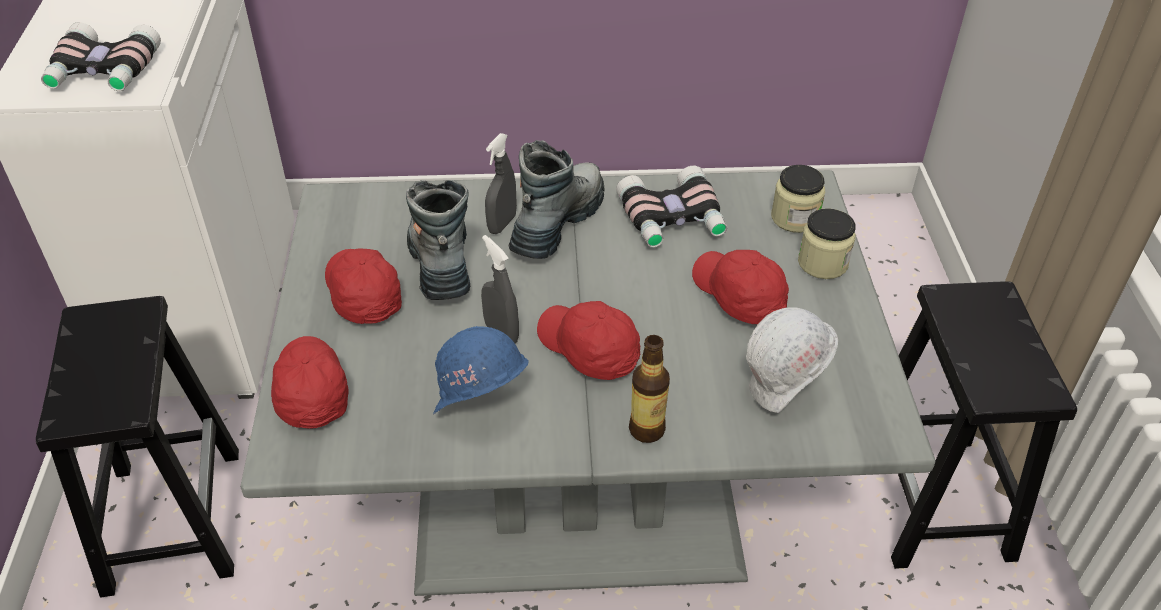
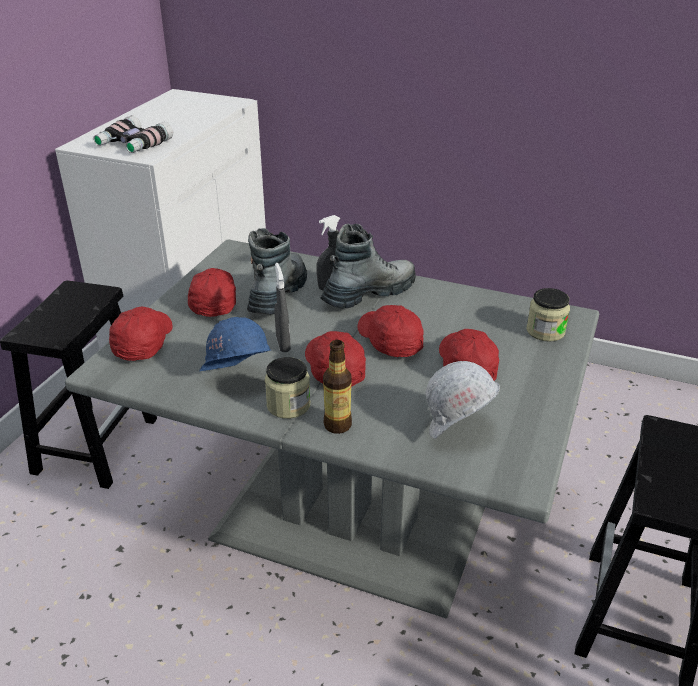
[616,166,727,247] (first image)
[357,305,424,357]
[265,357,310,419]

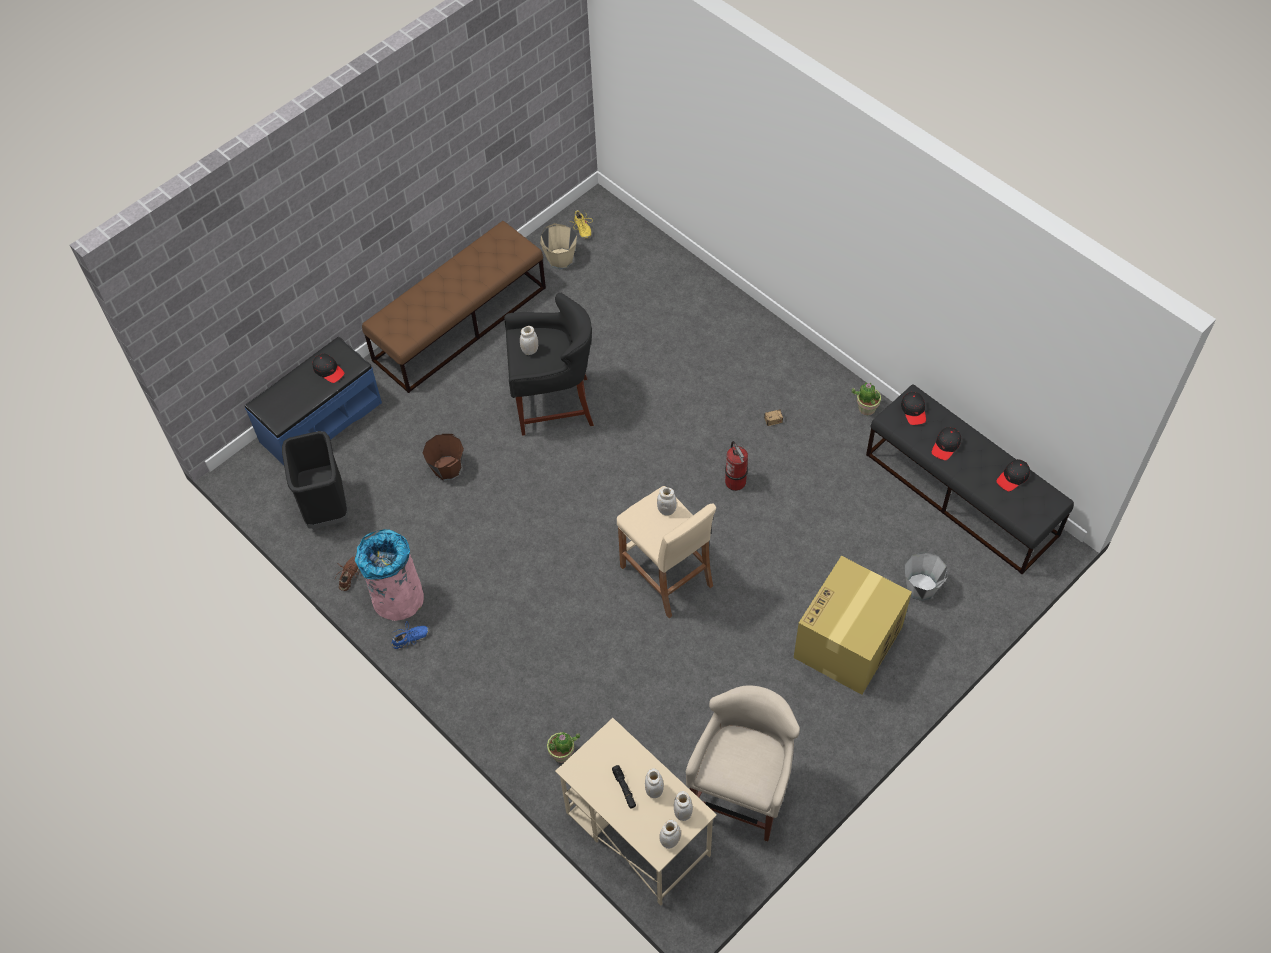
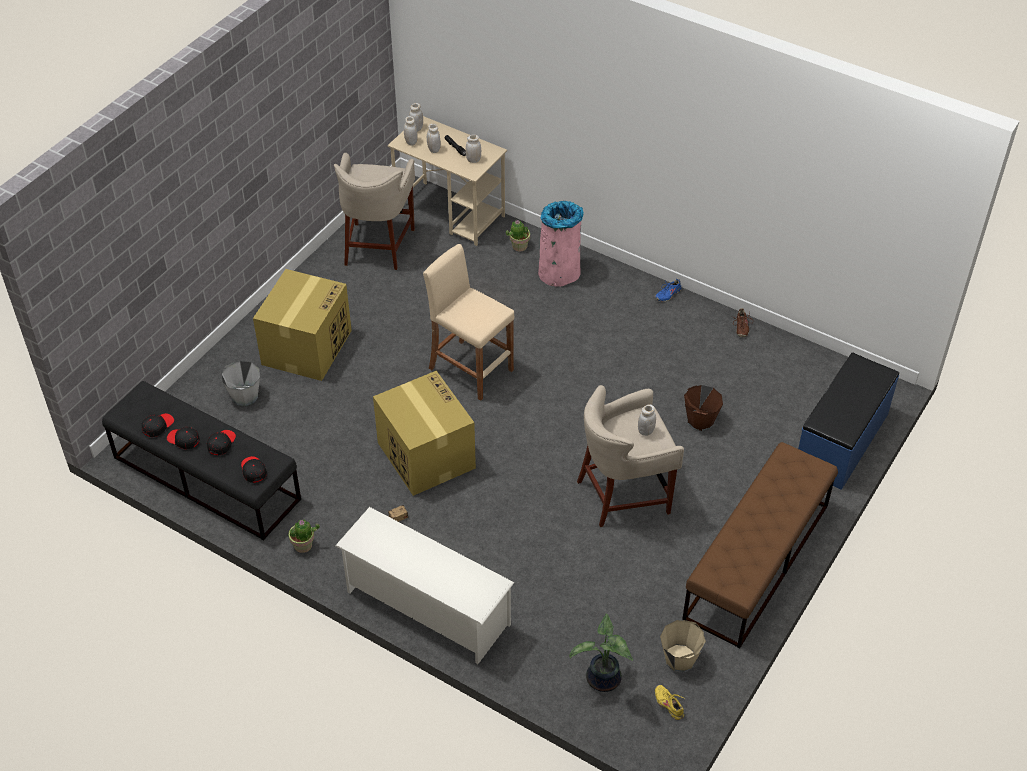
[282,431,348,529] (first image)
[335,507,514,664]
[569,613,633,692]
[167,427,200,449]
[538,201,584,287]
[466,135,481,163]
[373,371,476,496]
[577,385,684,527]

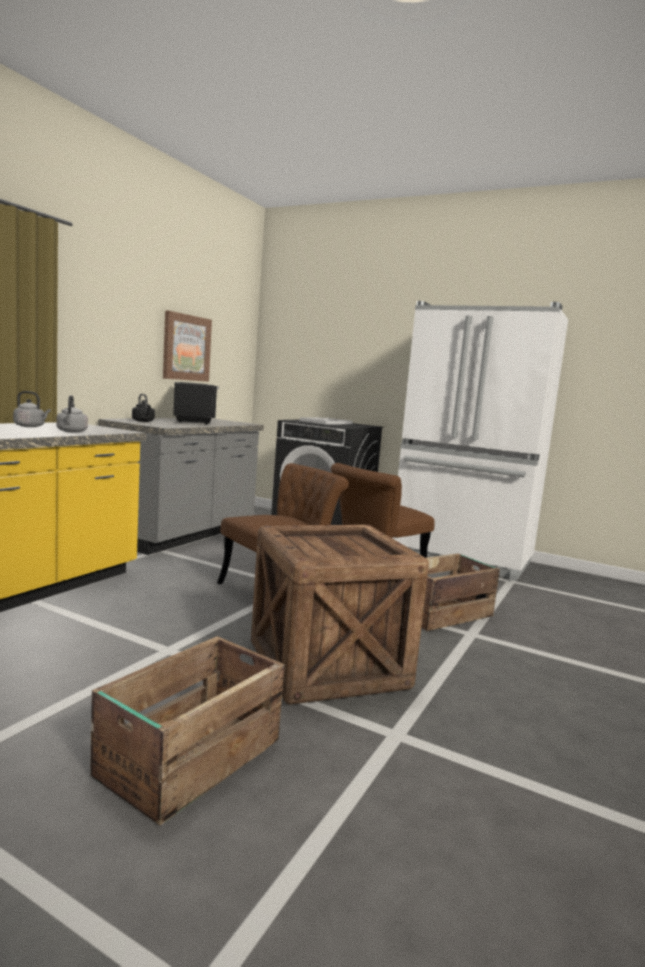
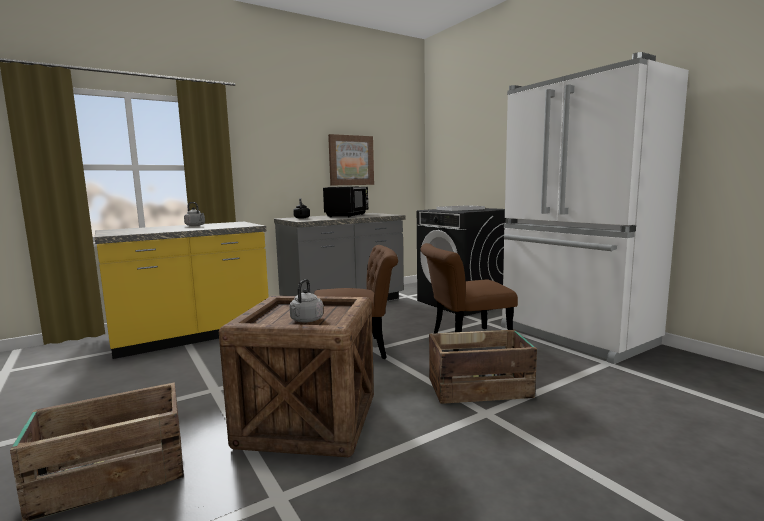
[289,279,324,323]

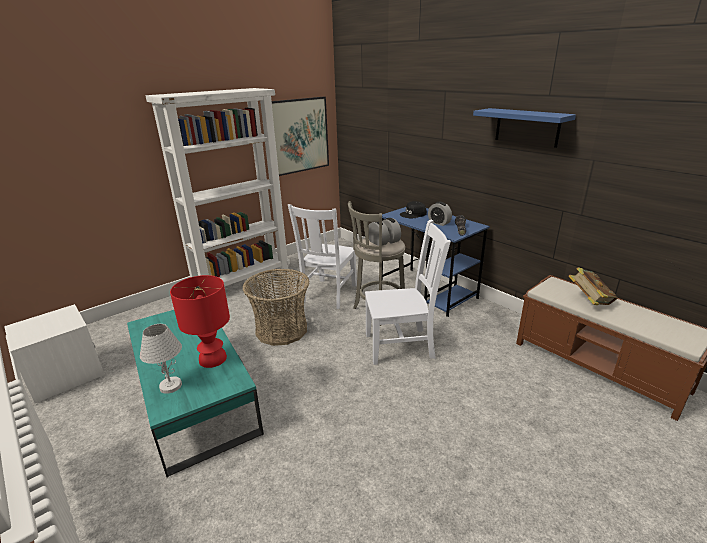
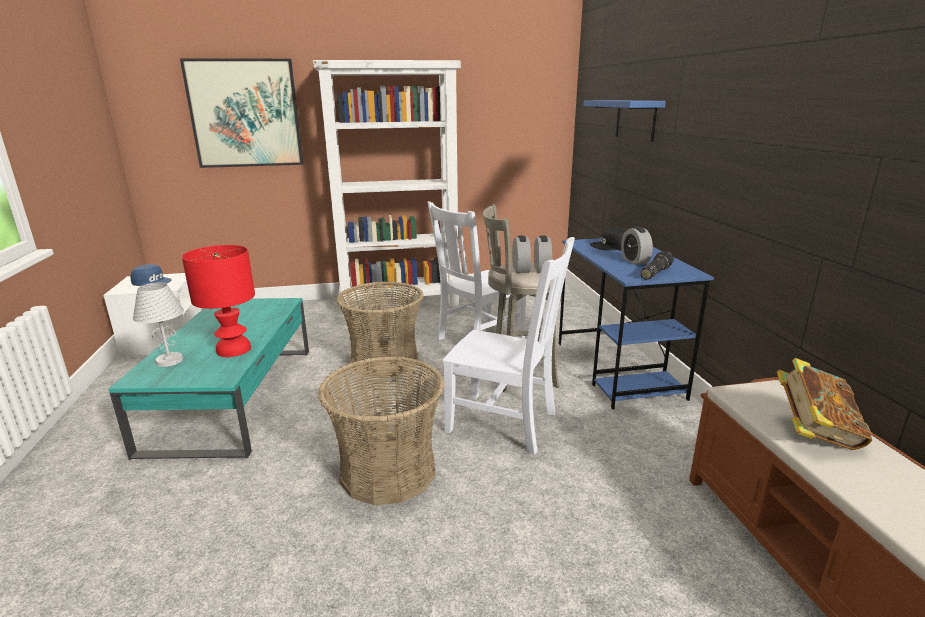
[131,264,172,286]
[318,356,445,505]
[180,58,303,168]
[583,100,666,142]

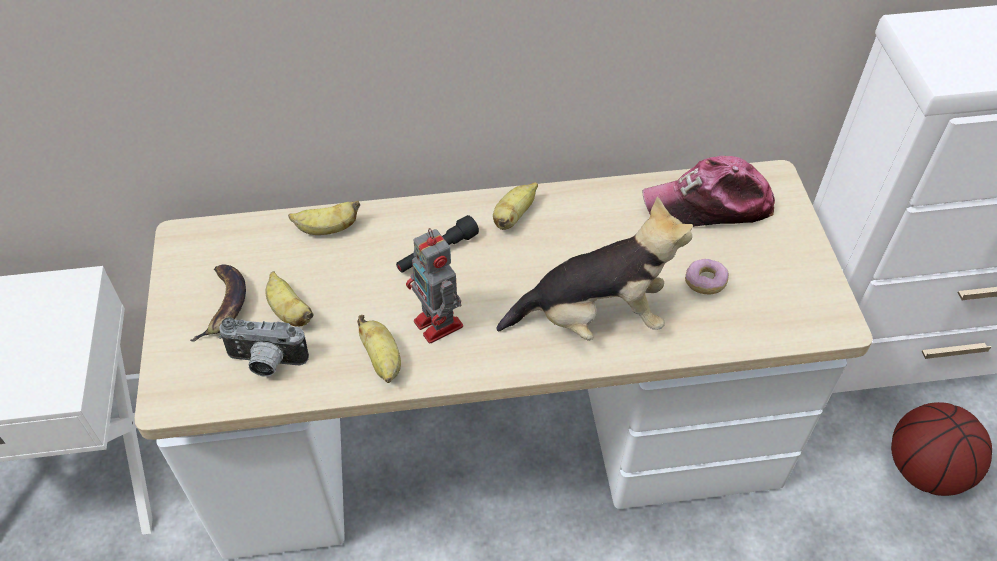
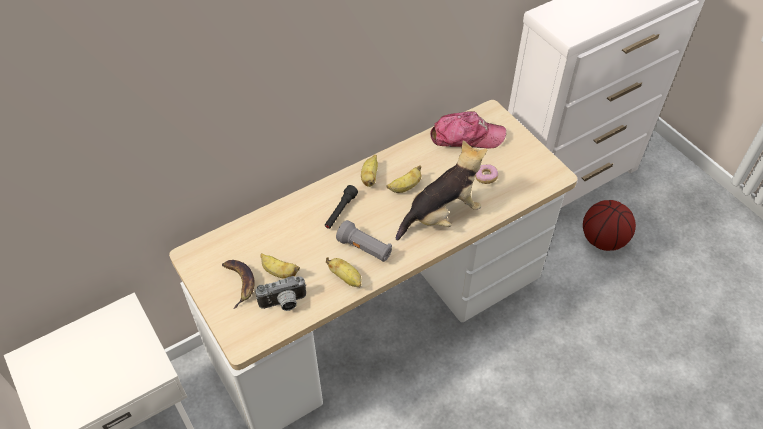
[386,165,421,193]
[336,220,392,262]
[430,111,506,149]

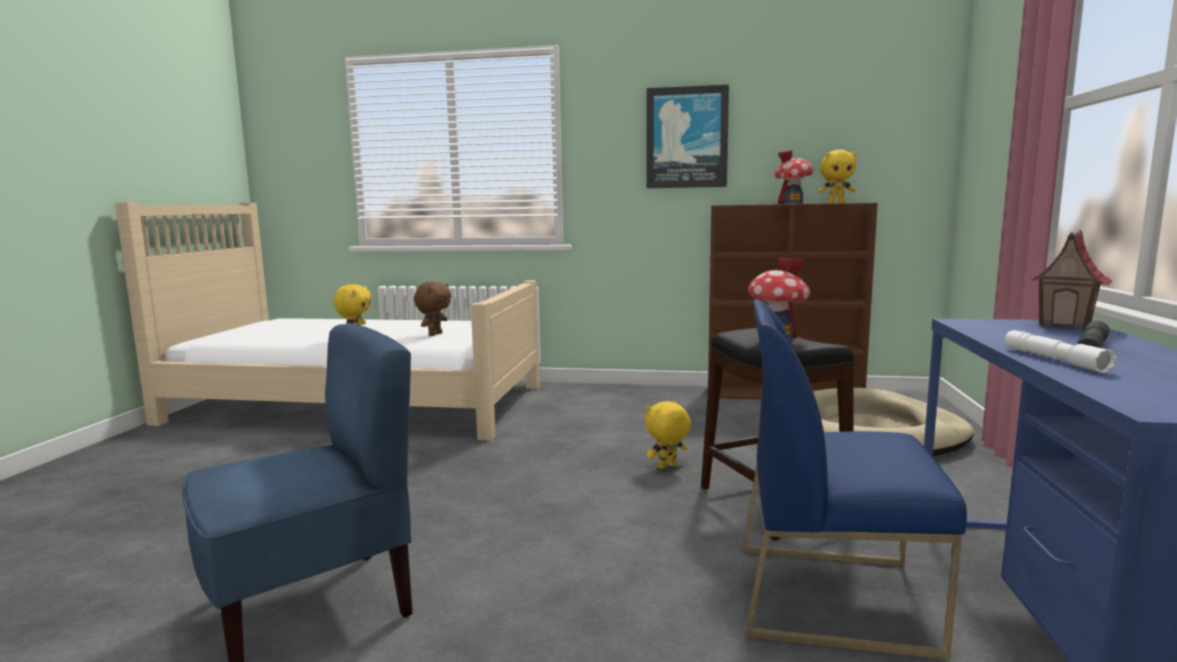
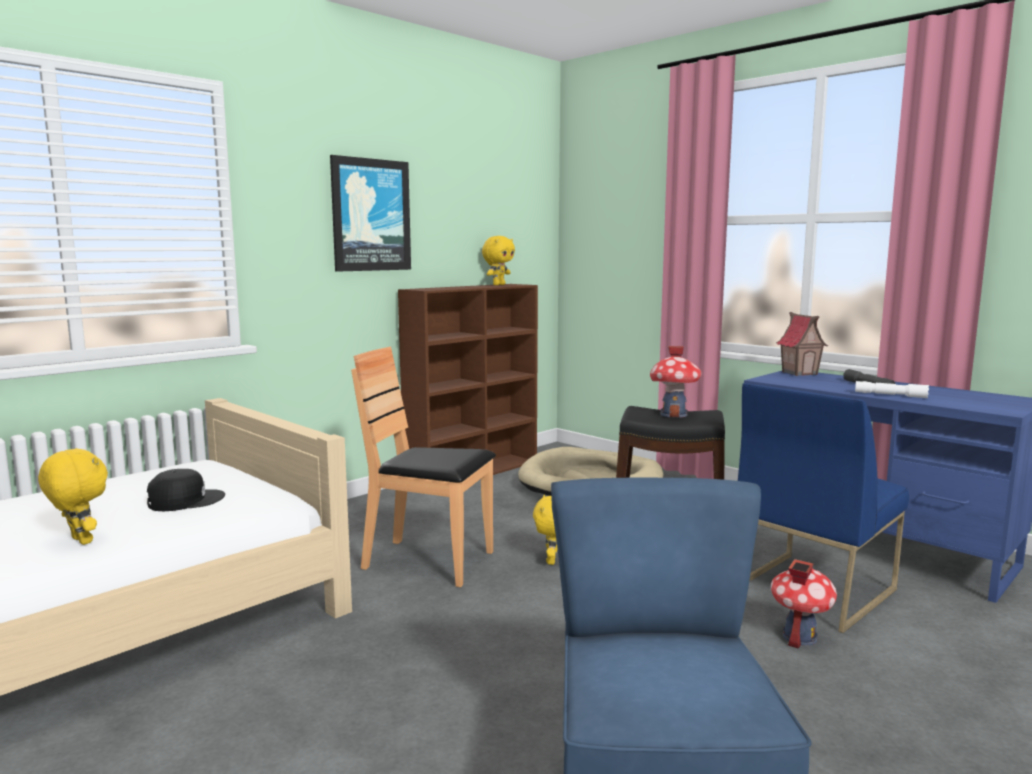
[351,347,496,587]
[771,559,837,649]
[147,469,225,511]

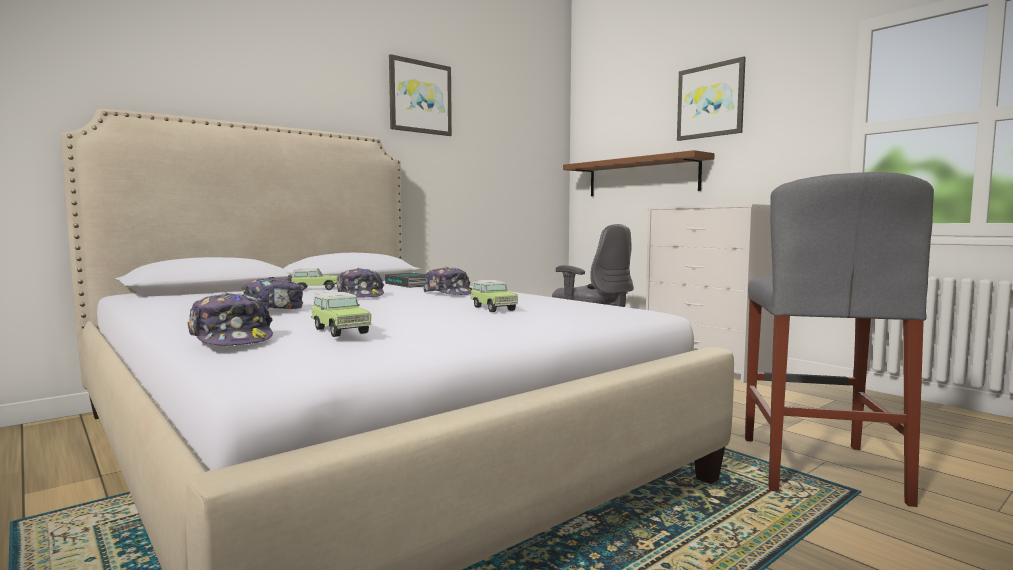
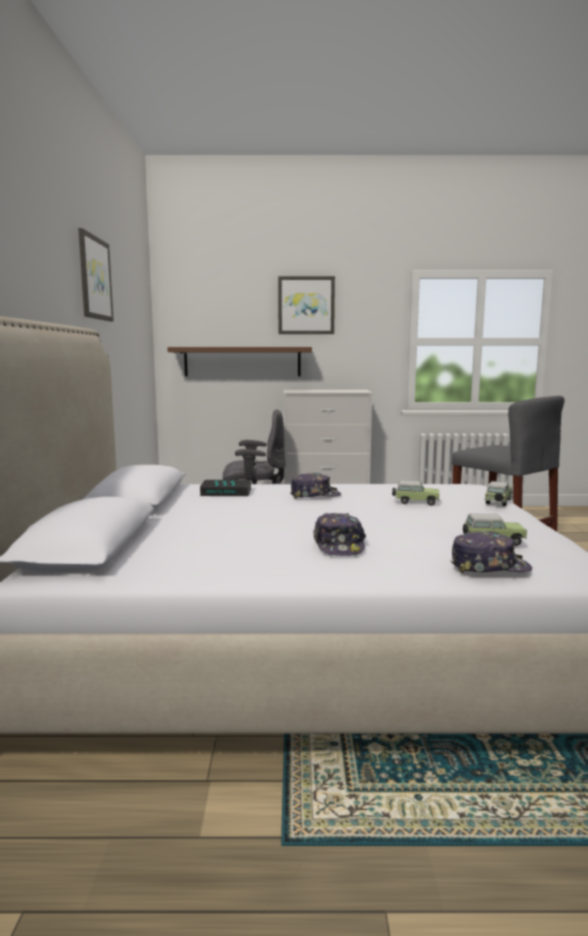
[337,268,384,297] (first image)
[484,481,512,506]

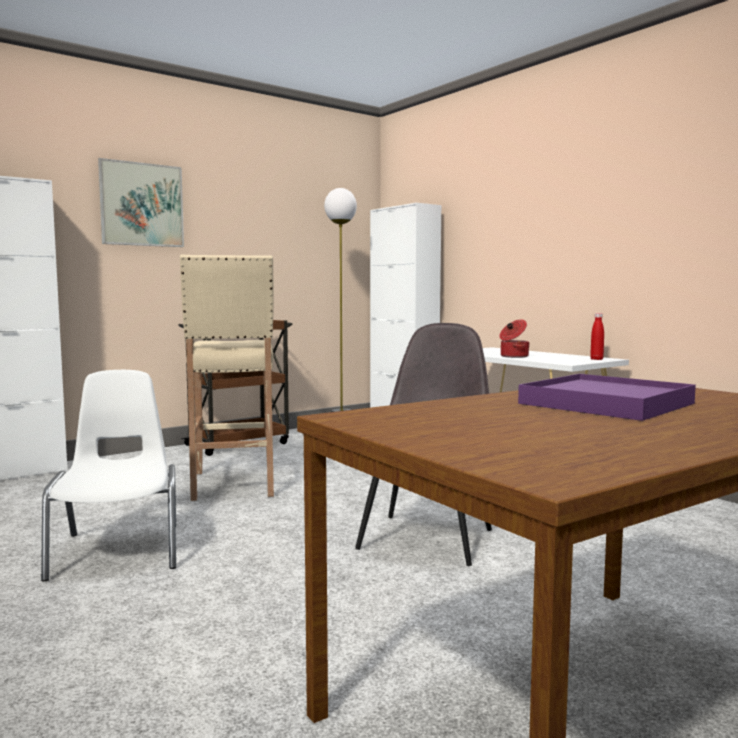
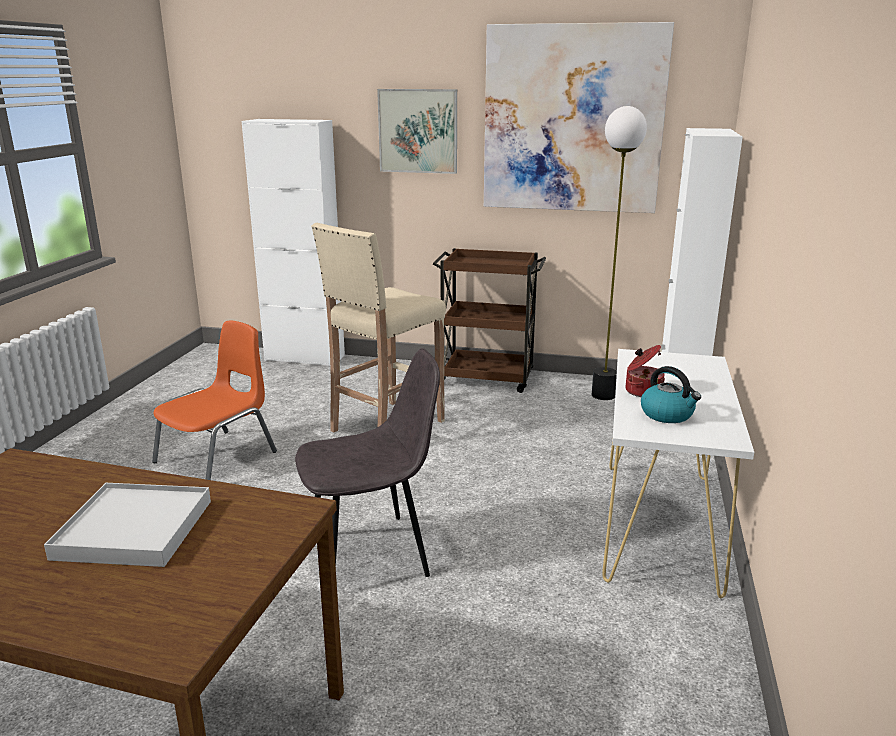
[590,313,604,360] (first image)
[484,22,674,213]
[641,366,701,423]
[152,320,277,480]
[44,483,211,567]

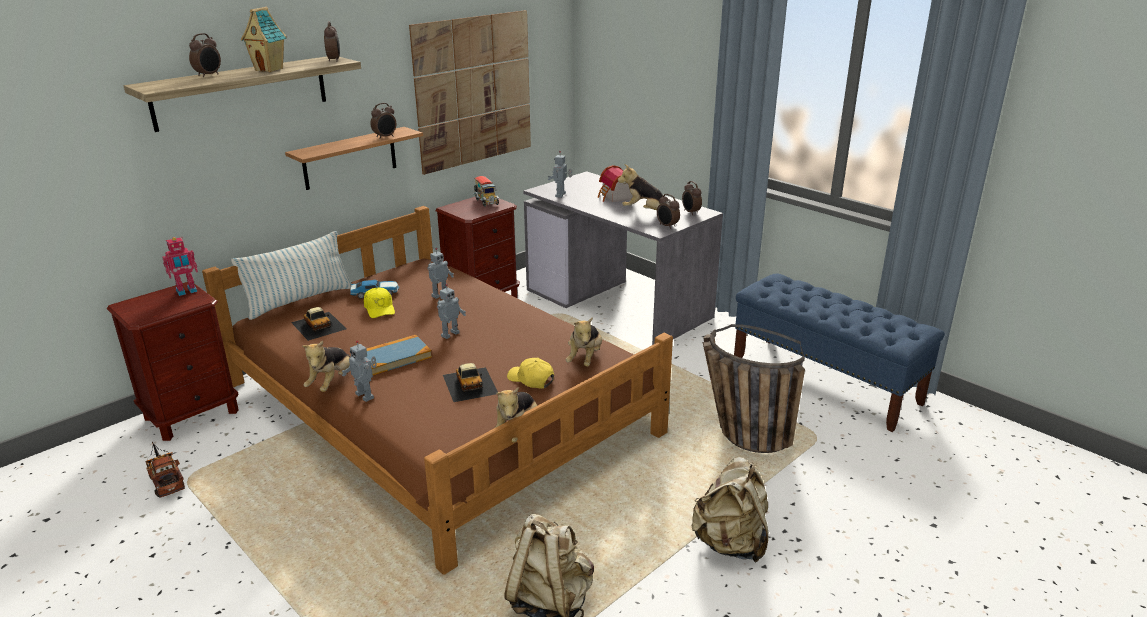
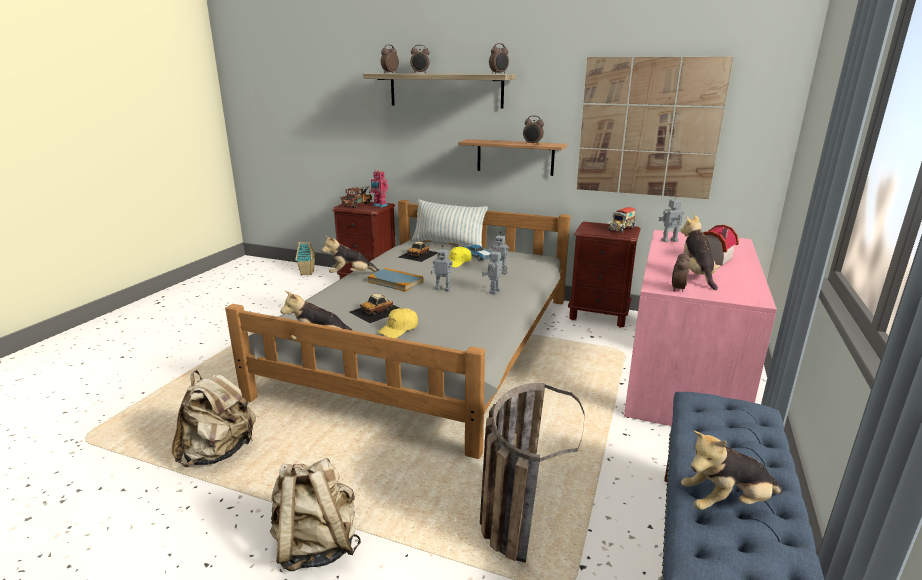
[340,186,372,208]
[295,242,316,275]
[482,247,508,295]
[681,431,783,510]
[381,45,399,73]
[225,200,570,459]
[624,230,777,426]
[378,308,418,338]

